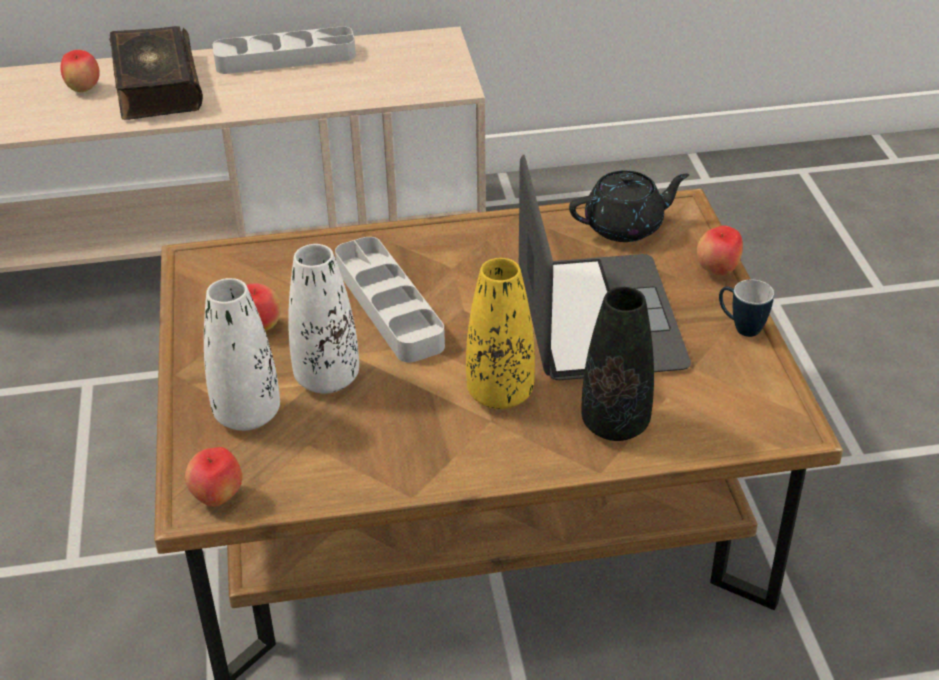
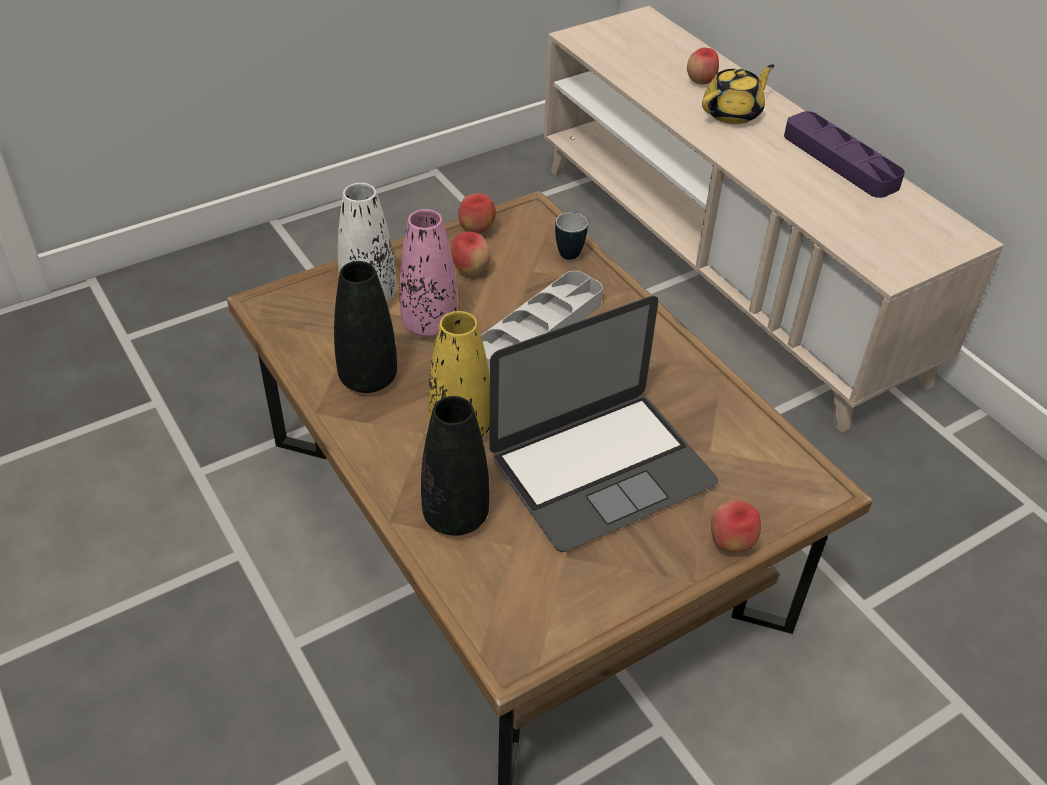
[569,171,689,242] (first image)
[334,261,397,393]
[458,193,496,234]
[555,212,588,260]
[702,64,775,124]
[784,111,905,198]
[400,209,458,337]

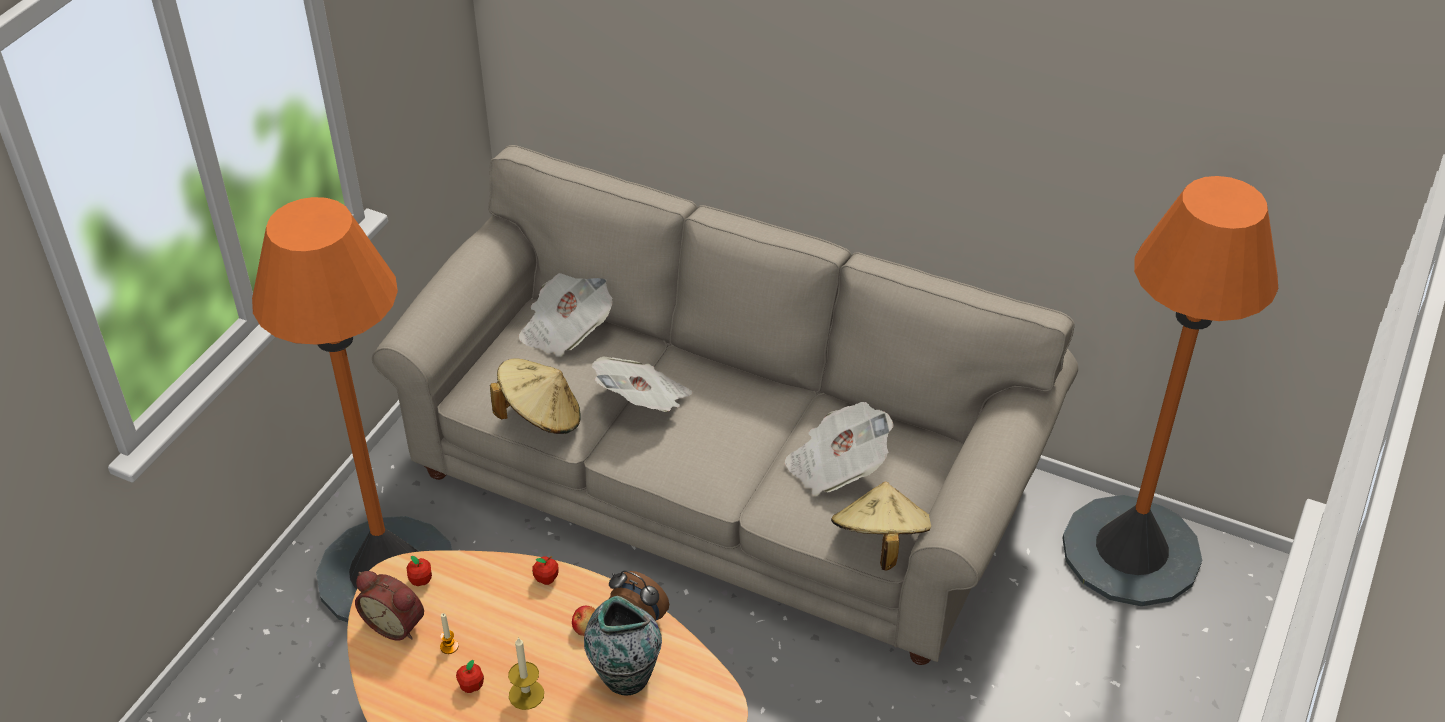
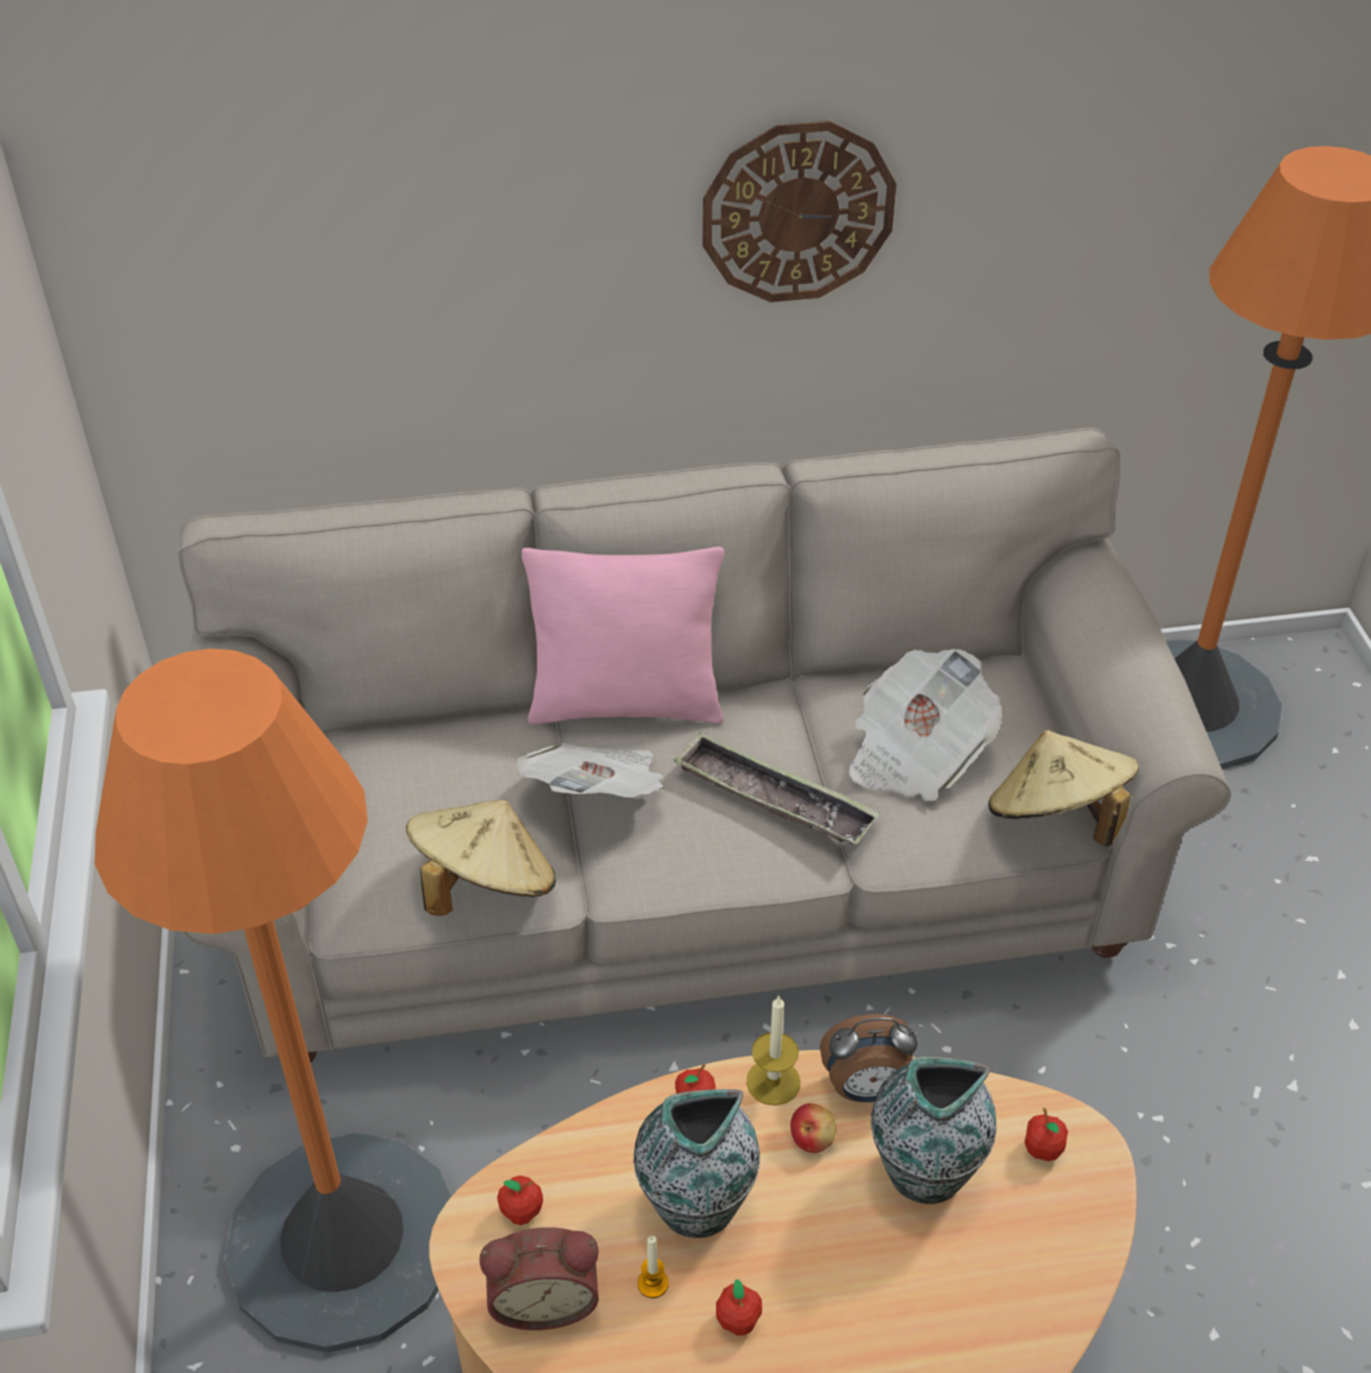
[519,273,612,357] (first image)
[521,547,724,725]
[633,1089,760,1238]
[674,732,880,844]
[703,121,897,302]
[1025,1108,1068,1161]
[746,995,801,1106]

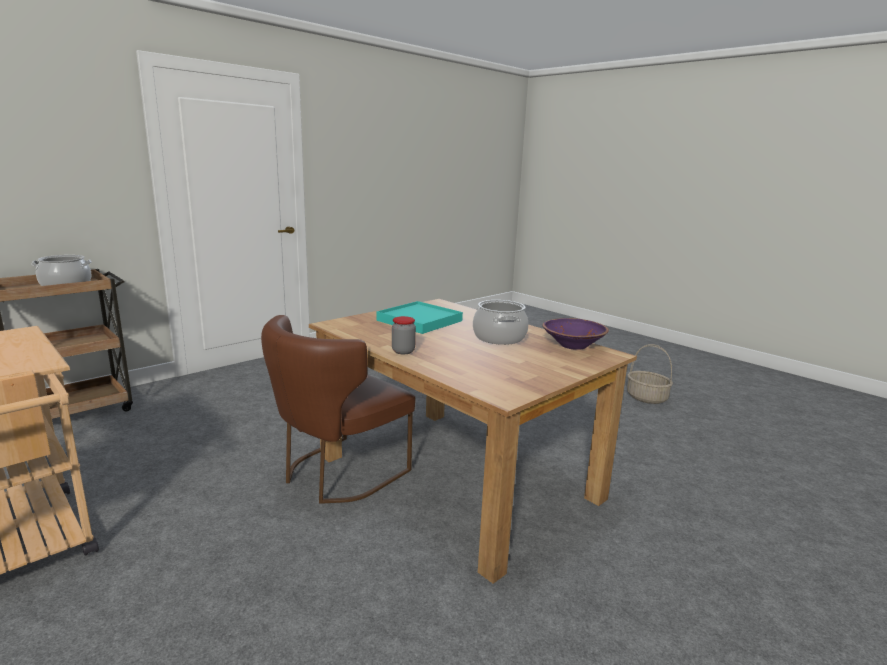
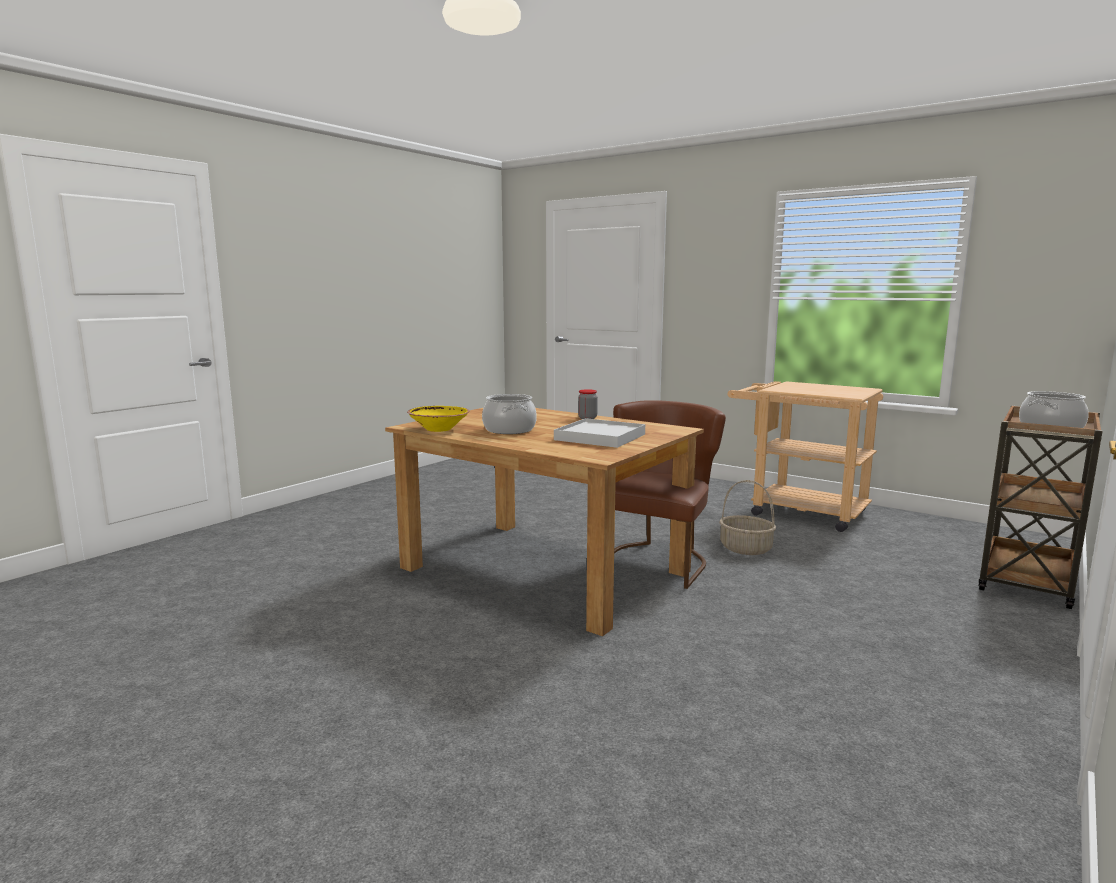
[719,480,776,555]
[554,418,645,448]
[407,406,469,432]

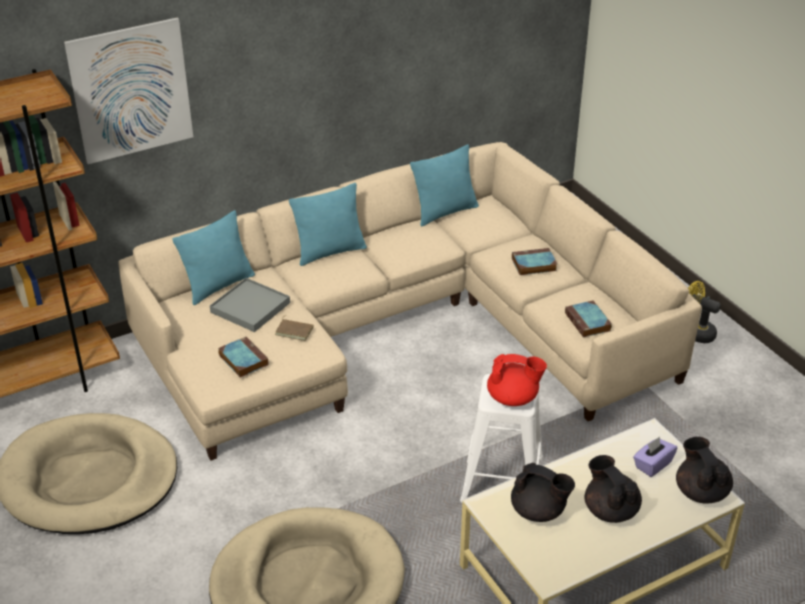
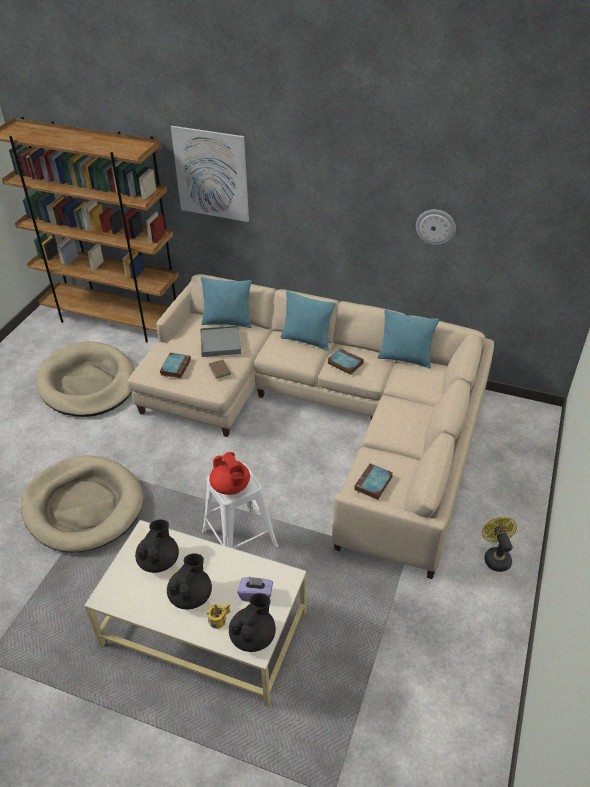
[207,603,231,629]
[416,209,456,246]
[327,348,364,375]
[135,520,179,573]

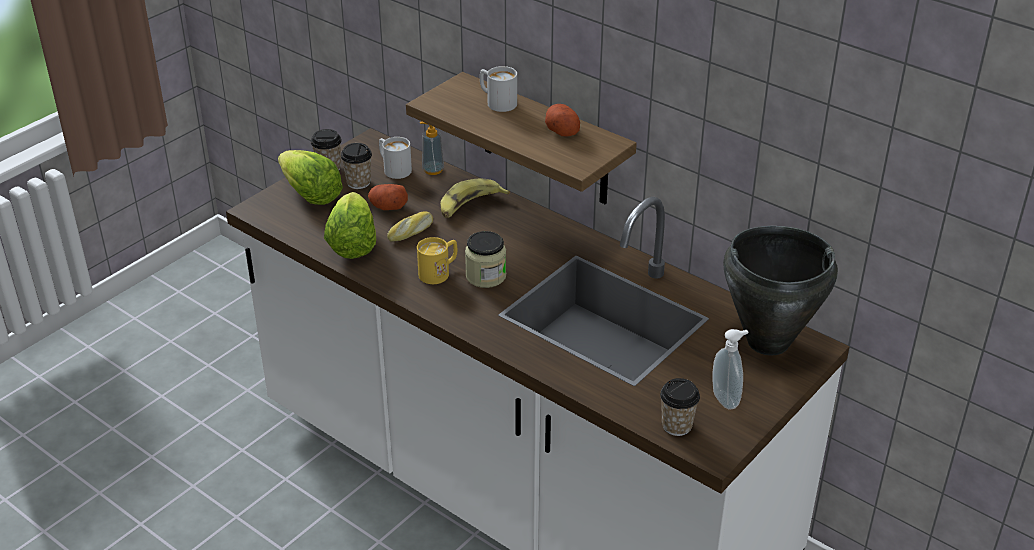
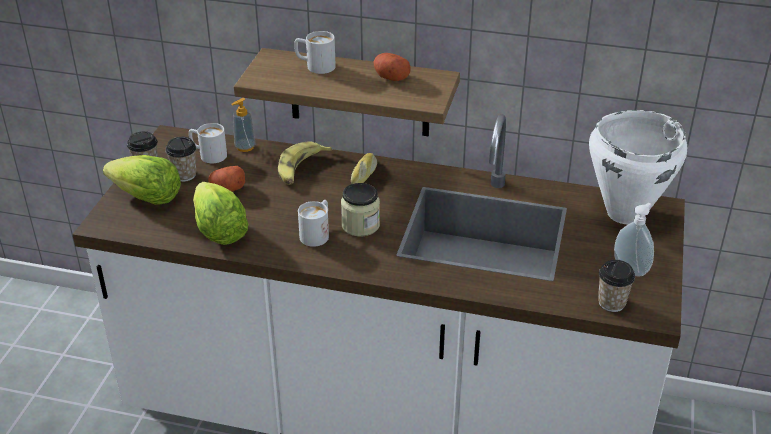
[351,153,377,184]
[298,200,329,247]
[589,110,687,224]

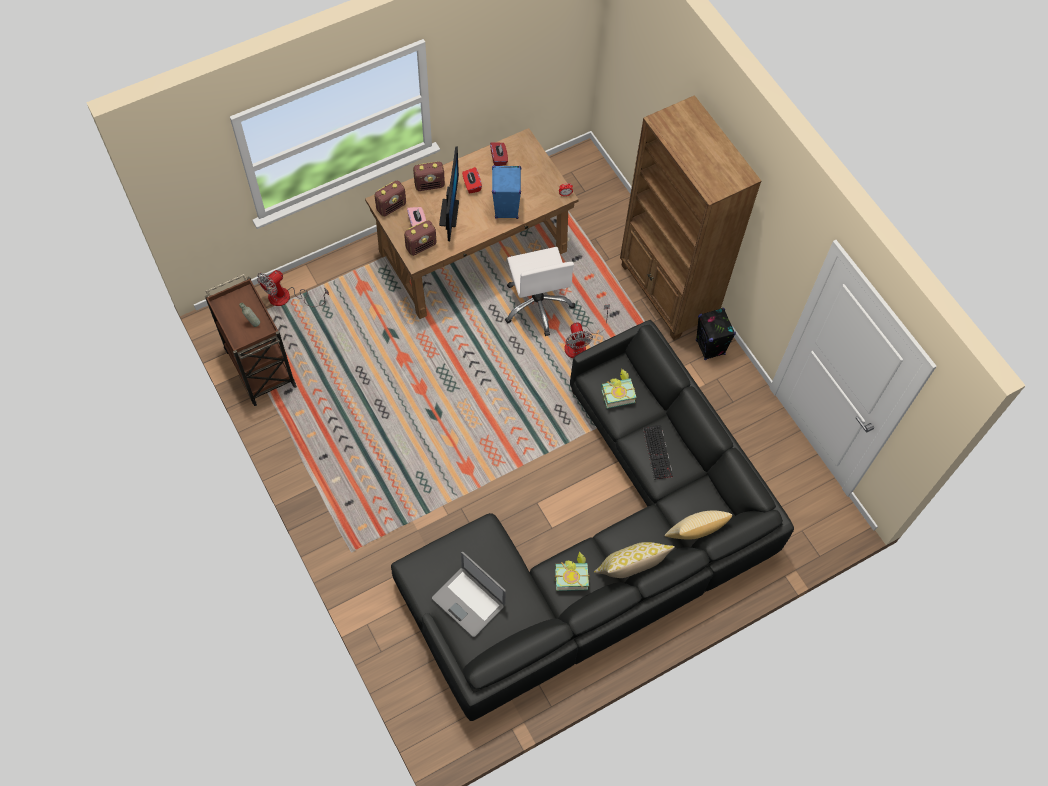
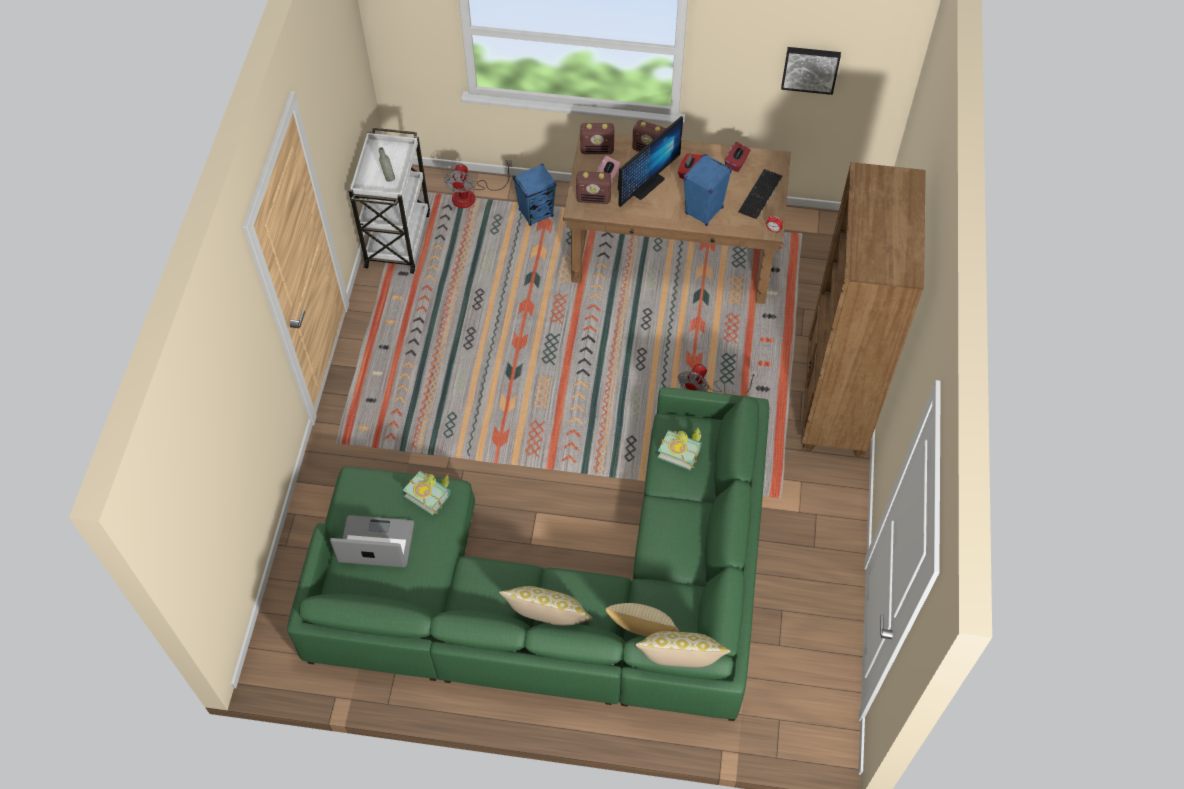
[505,247,575,336] (first image)
[696,308,736,360] (first image)
[513,164,556,226]
[635,631,730,667]
[781,47,841,95]
[403,471,450,516]
[738,169,782,220]
[349,128,430,274]
[287,387,769,721]
[444,160,512,208]
[330,515,414,567]

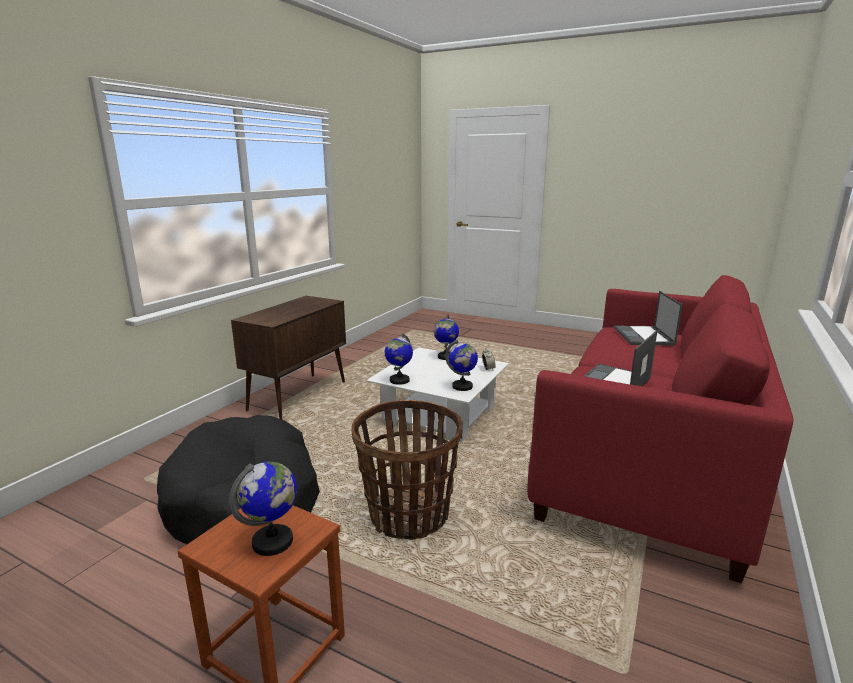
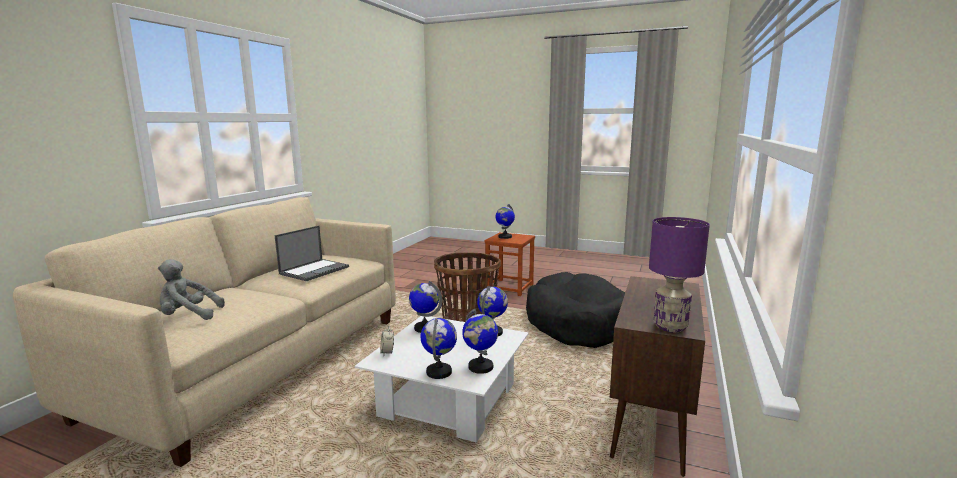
[462,309,498,374]
[649,217,710,333]
[158,259,225,320]
[13,197,396,467]

